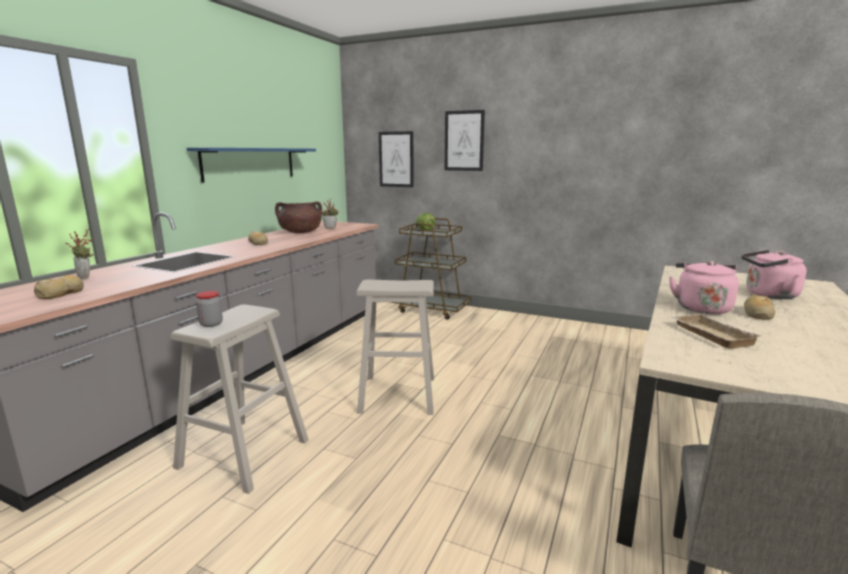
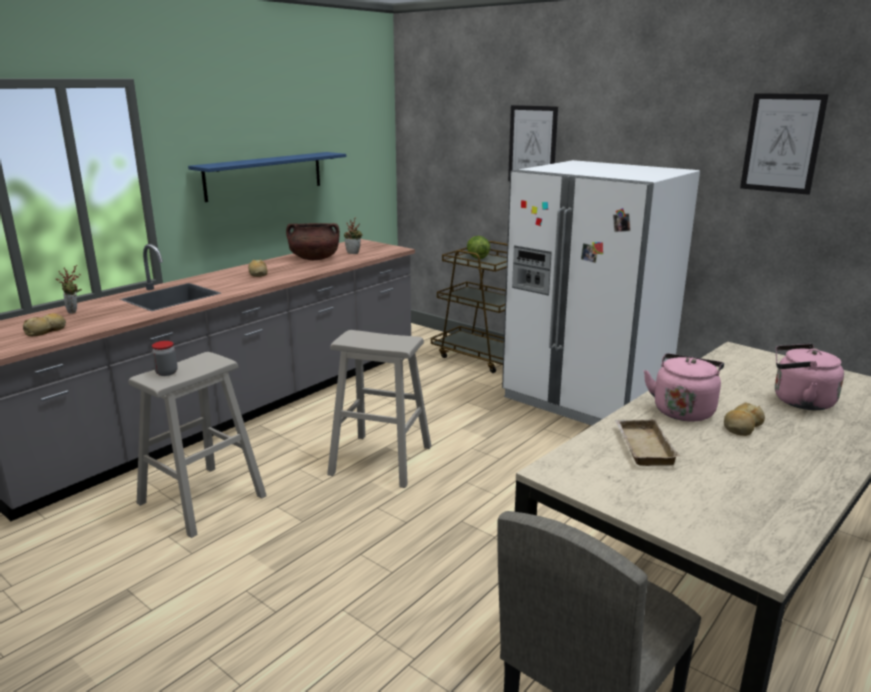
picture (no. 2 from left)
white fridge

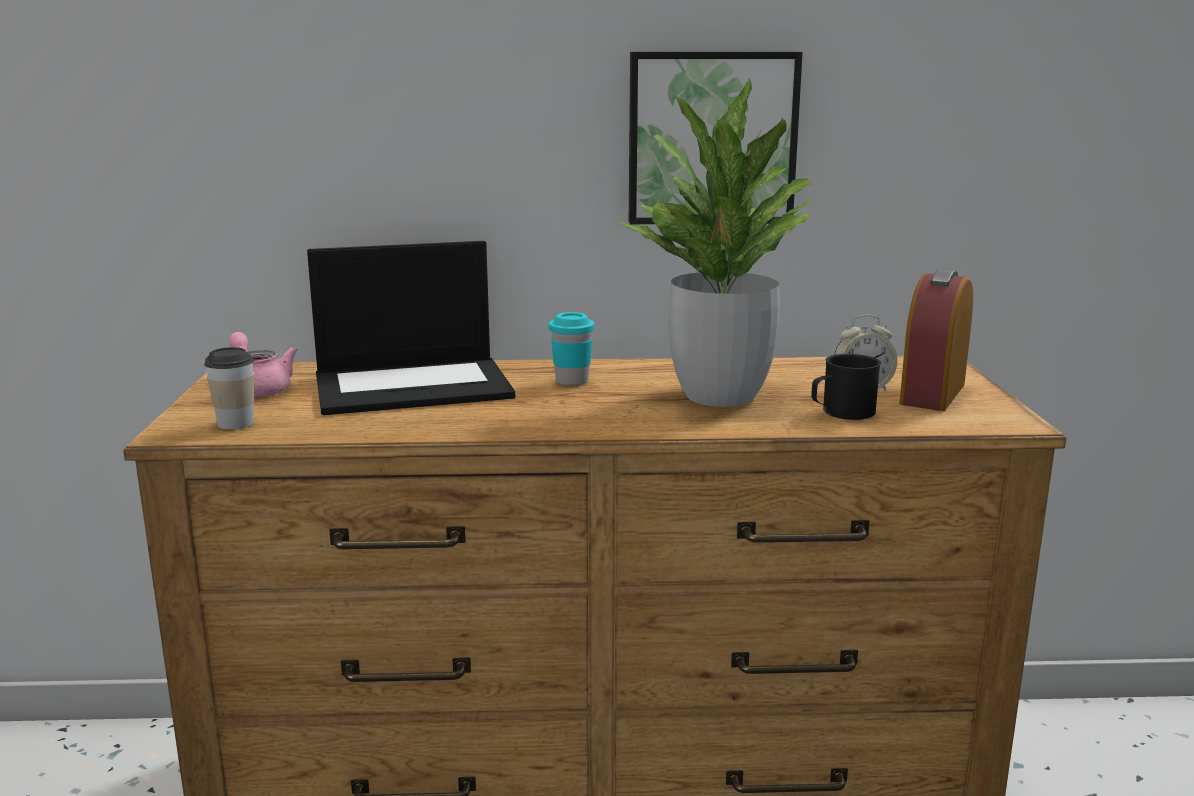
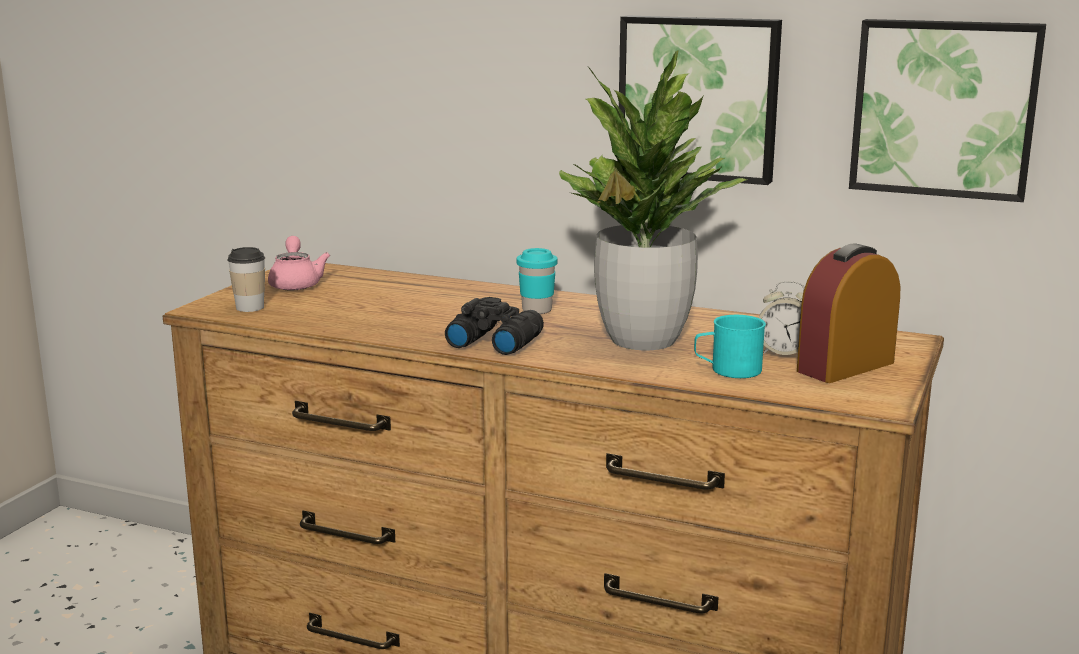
laptop
turquoise tea mug
black-coloured field glasses
picture (no. 2 from left)

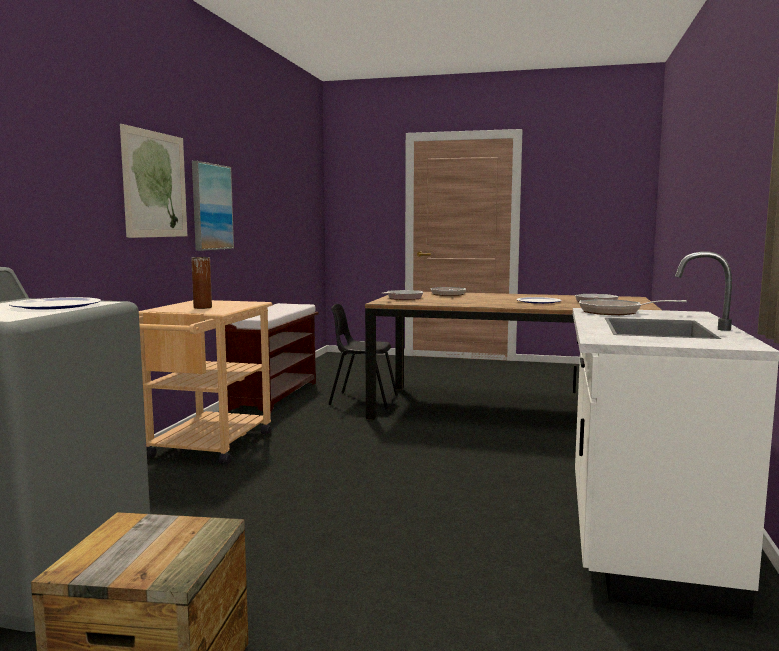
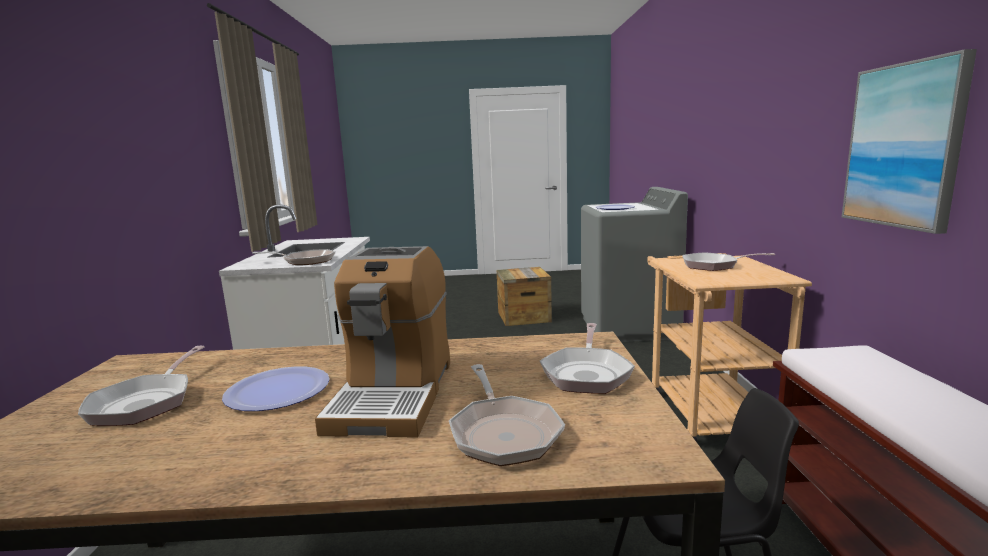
picture (no. 1 from left in the first image)
pan (no. 5 from left)
coffee maker

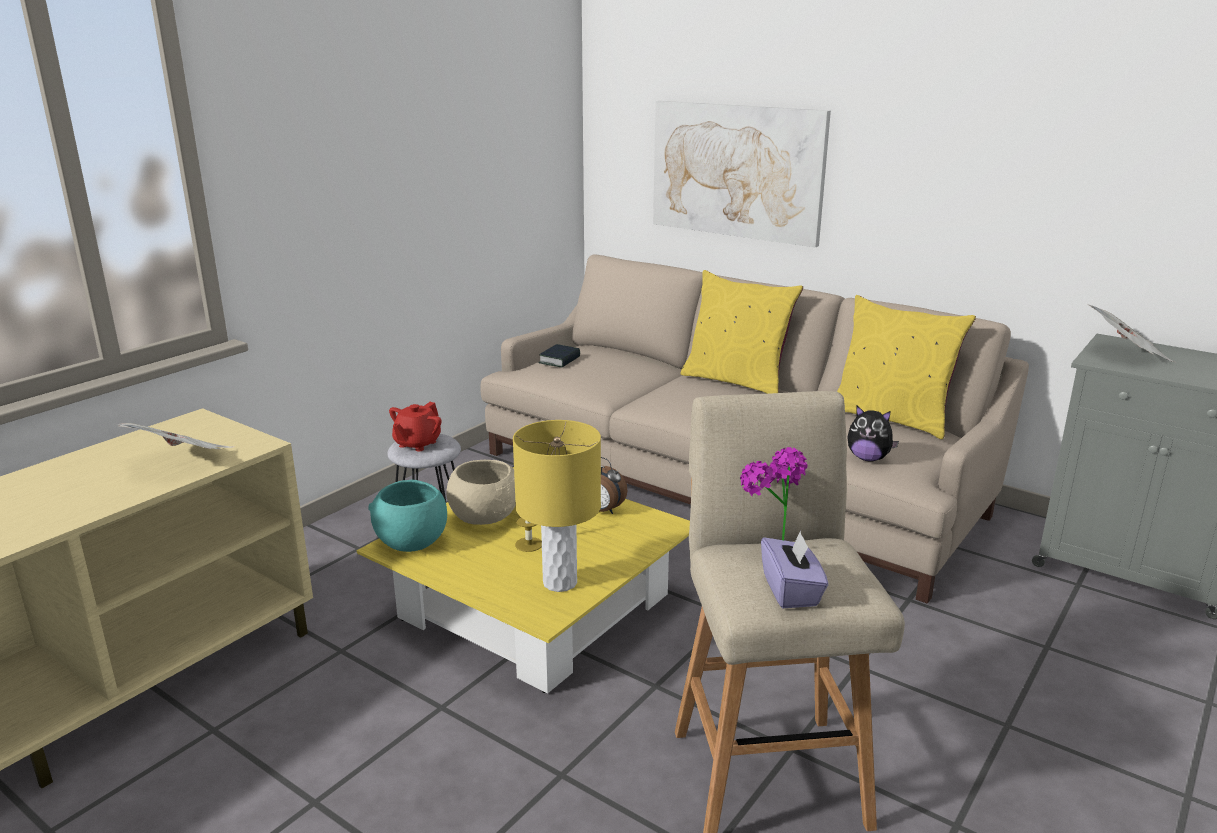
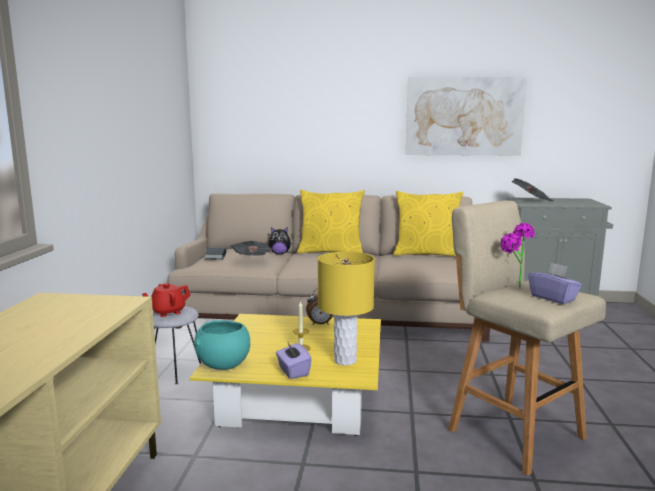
printed paper (no. 1 from left)
reddish tea pot
beige deep dish
picture
soft toy
purplish box of tissues (no. 1 from left)

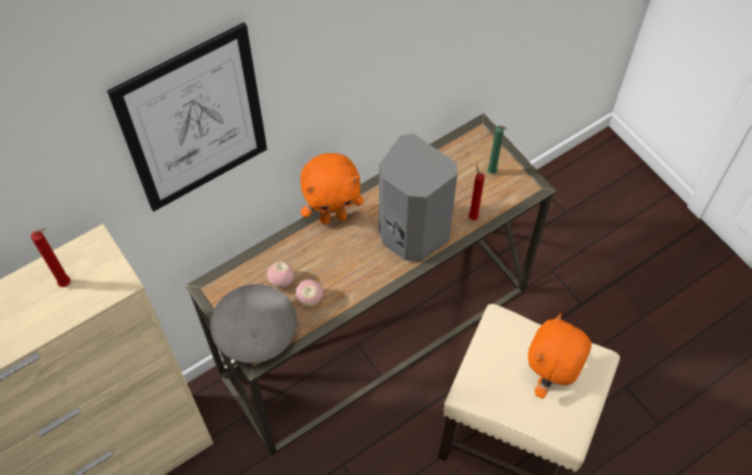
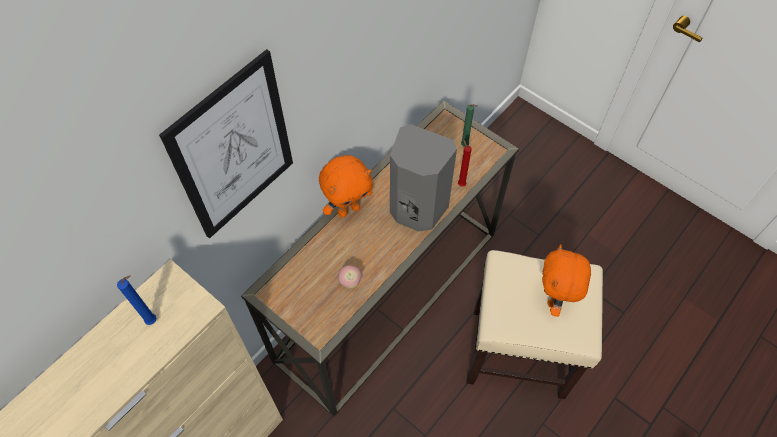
blue-coloured wax candle
gray deep dish
apple fruit (no. 1 from left in the first image)

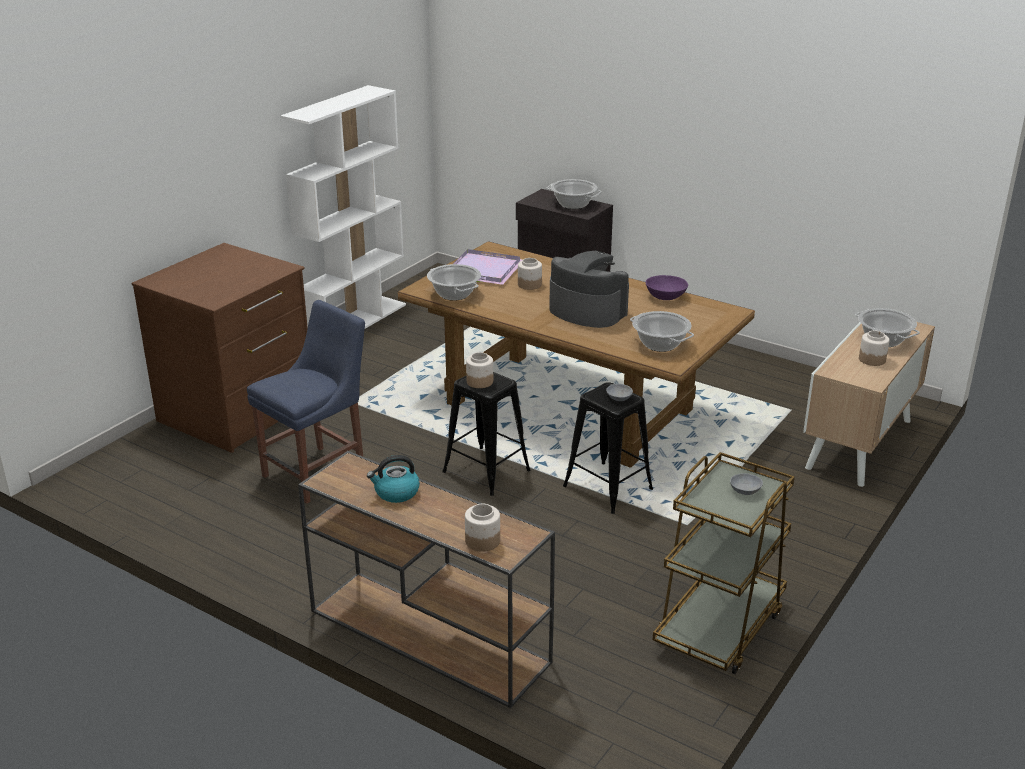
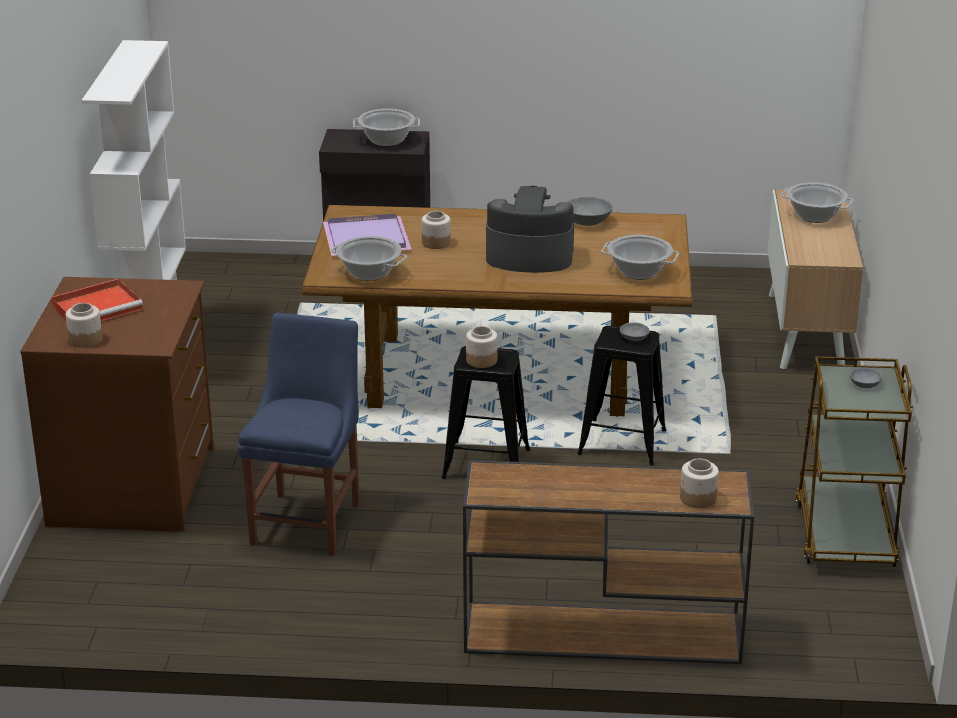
kettle
gray deep dish (no. 1 from left)
jar (no. 1 from left)
reddish tray

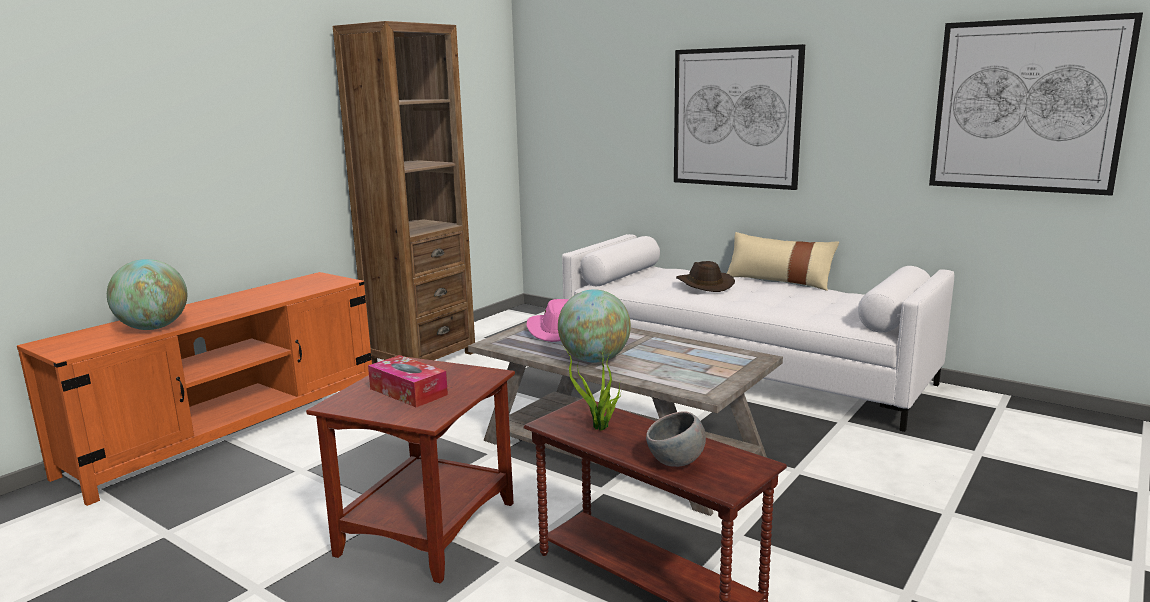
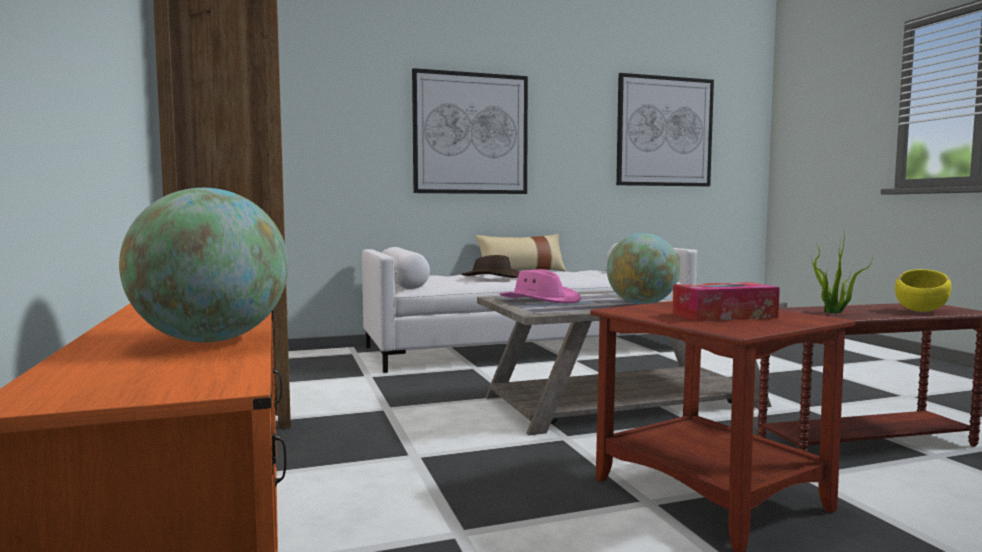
yellow-coloured deep dish

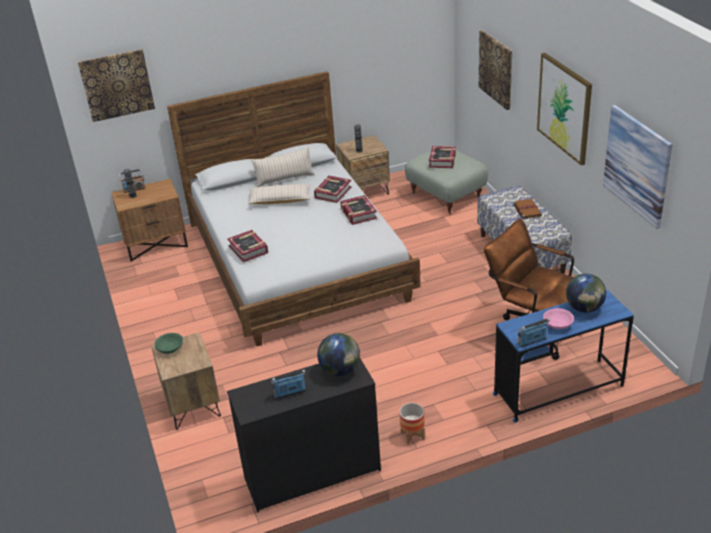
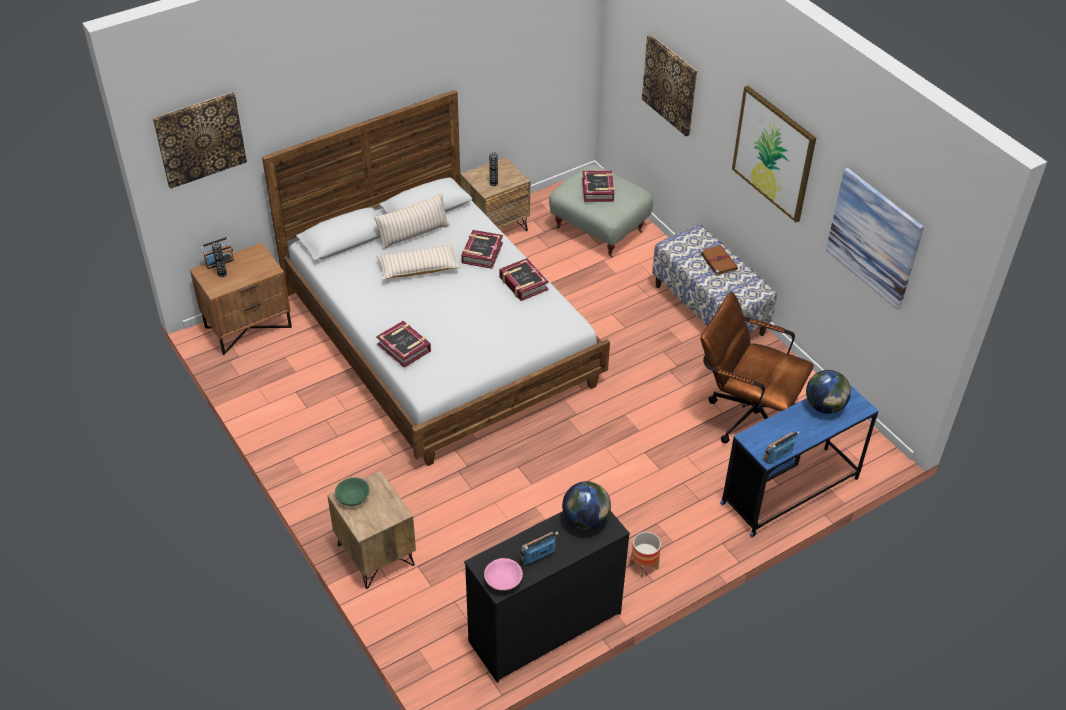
pinkish deep dish

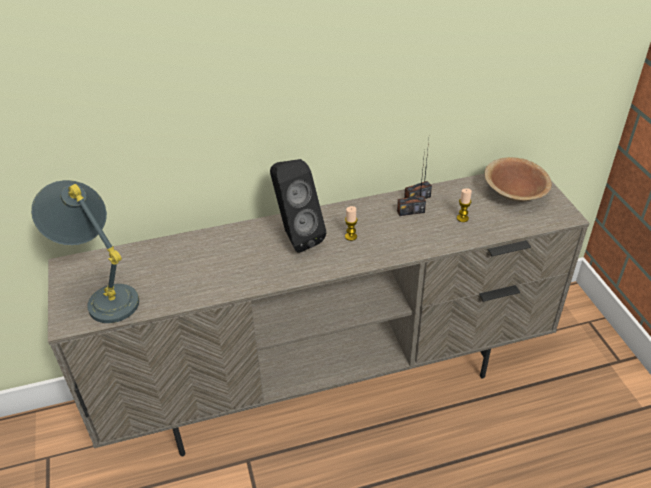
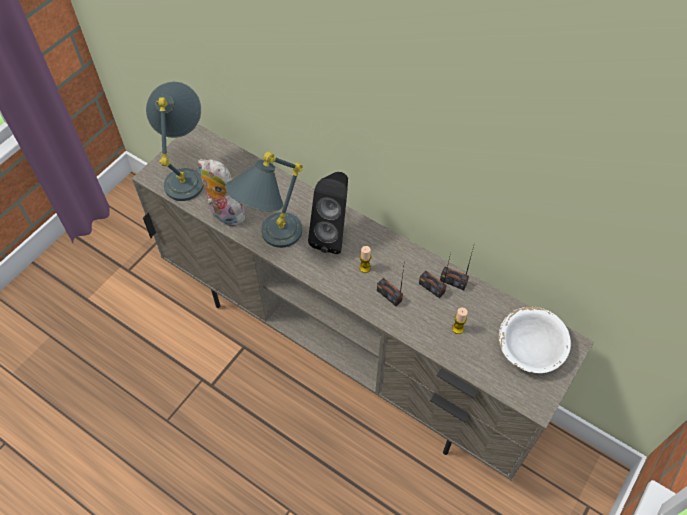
white deep dish
soft toy
gray tabletop lamp (no. 2 from left)
radio (no. 1 from left)

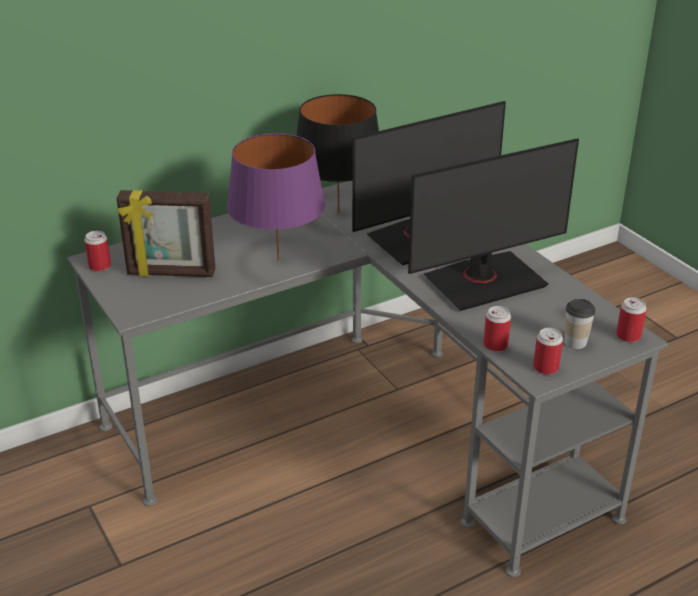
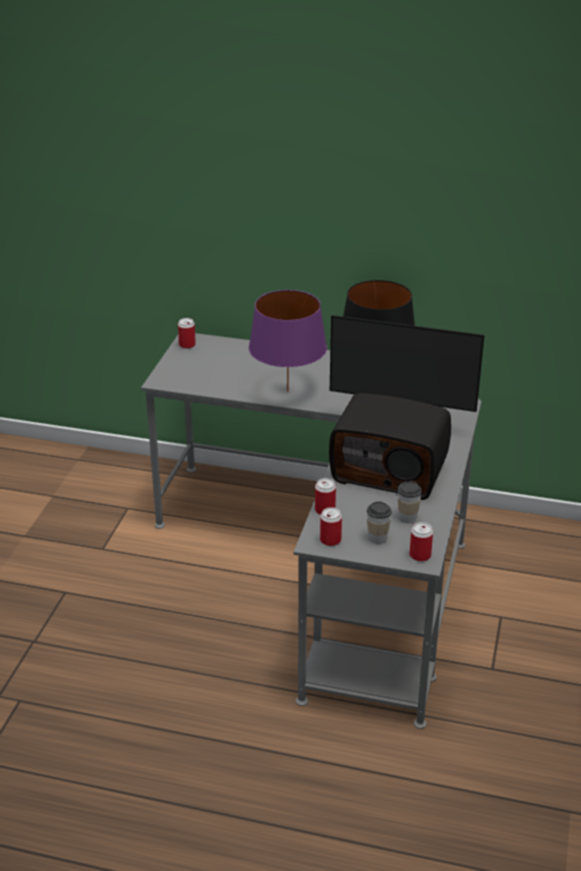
standing frame
radio
cup (no. 2 from left)

